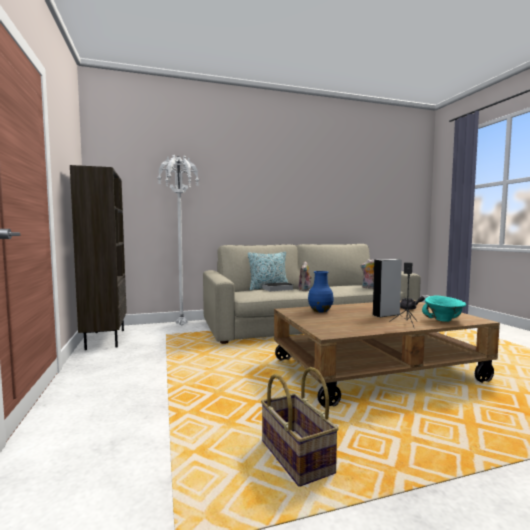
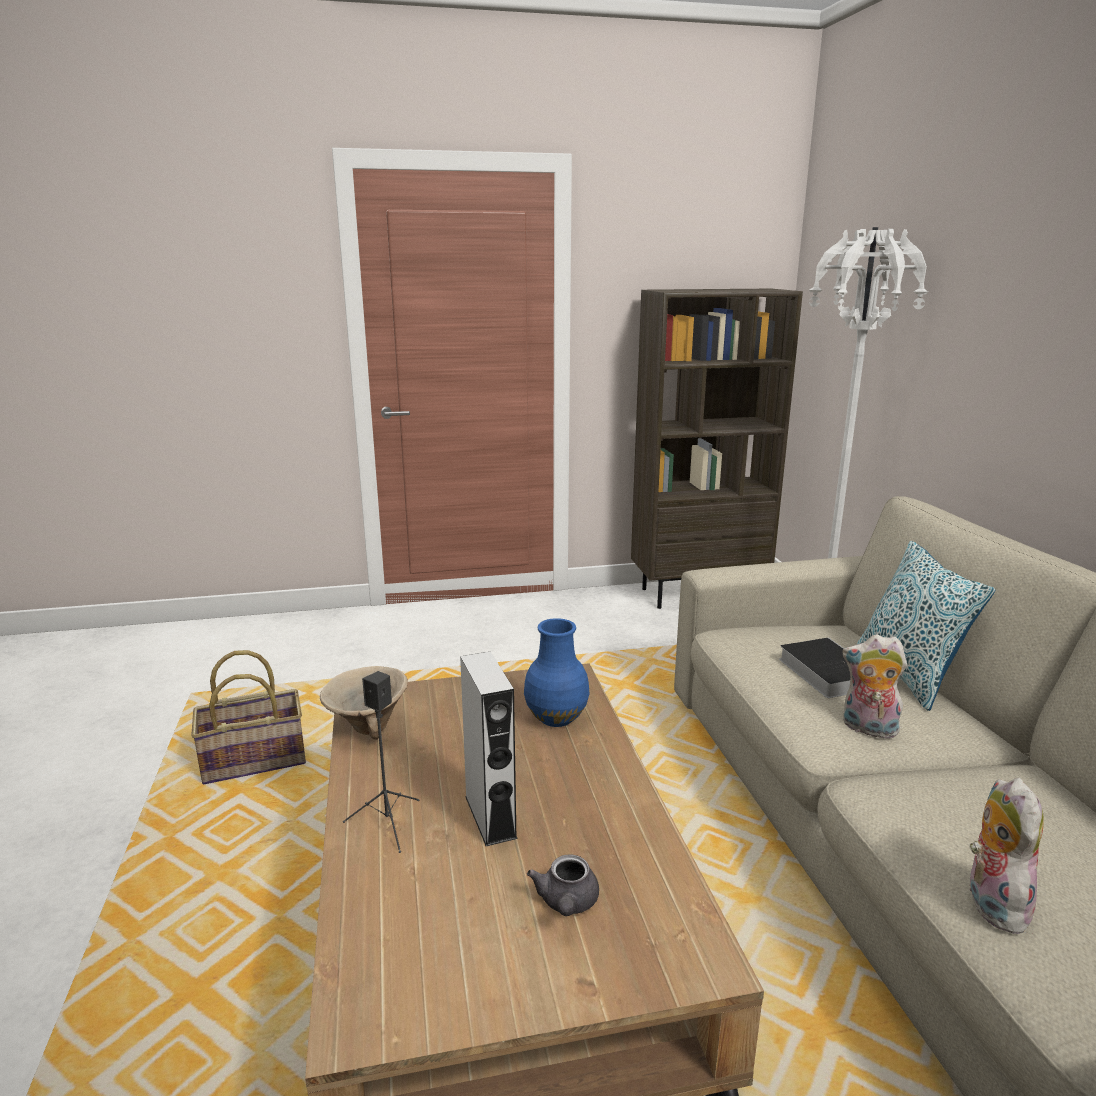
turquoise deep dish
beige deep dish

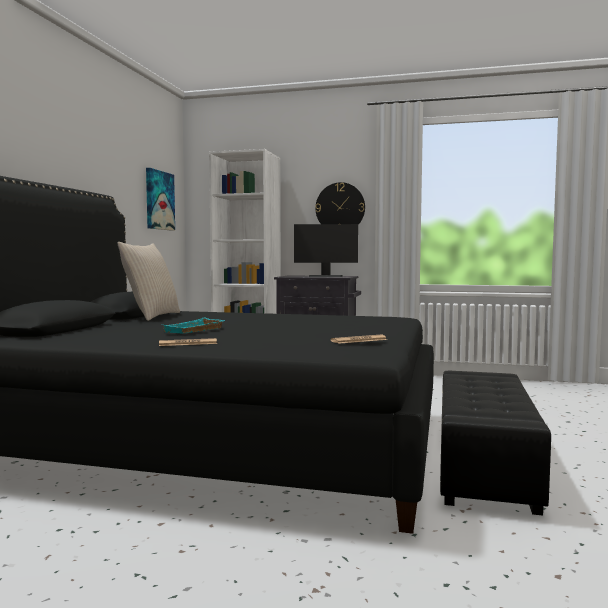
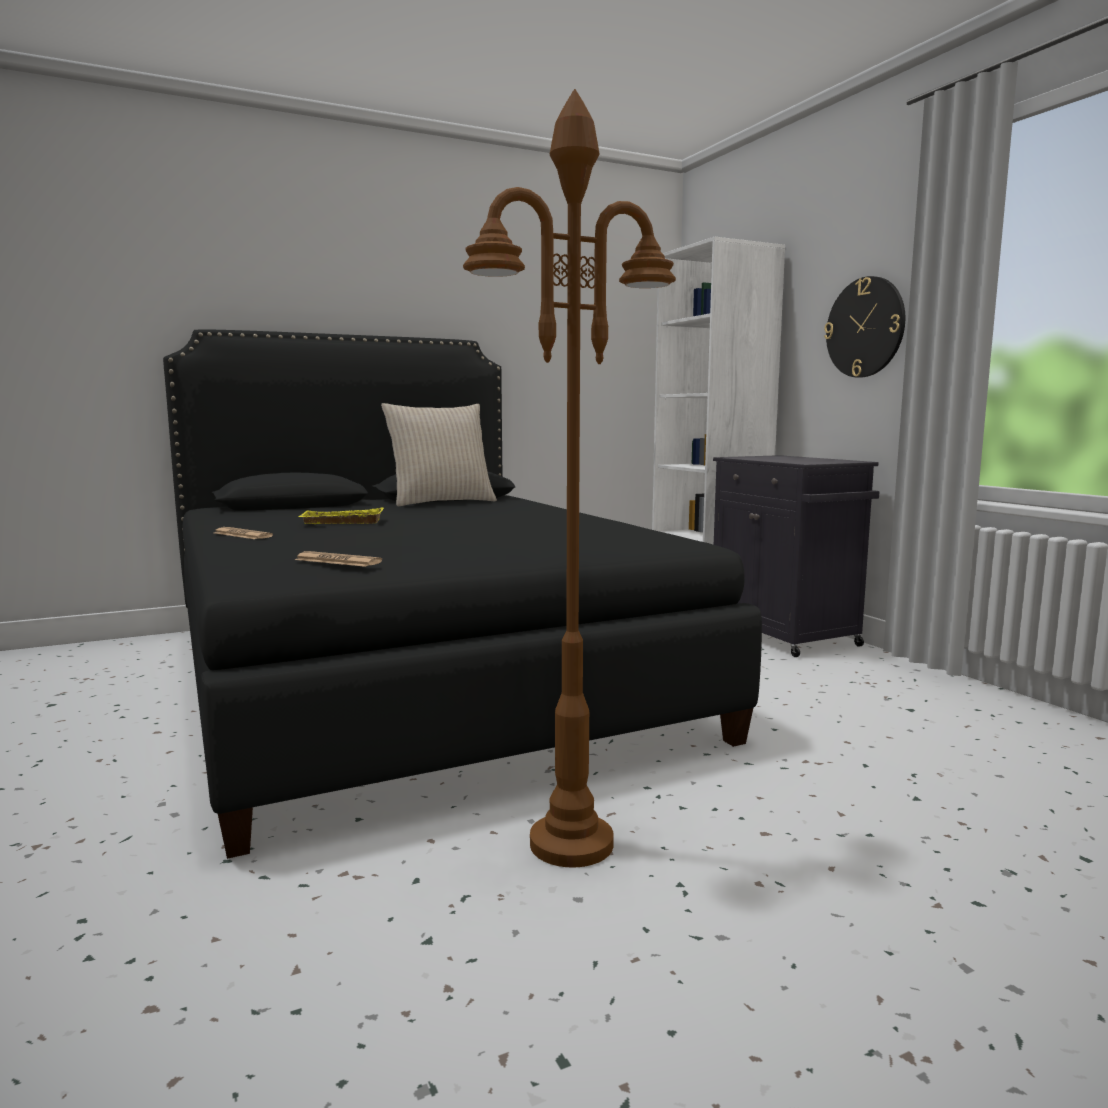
picture
yellow-coloured tray
computer screen
brown floor lamp

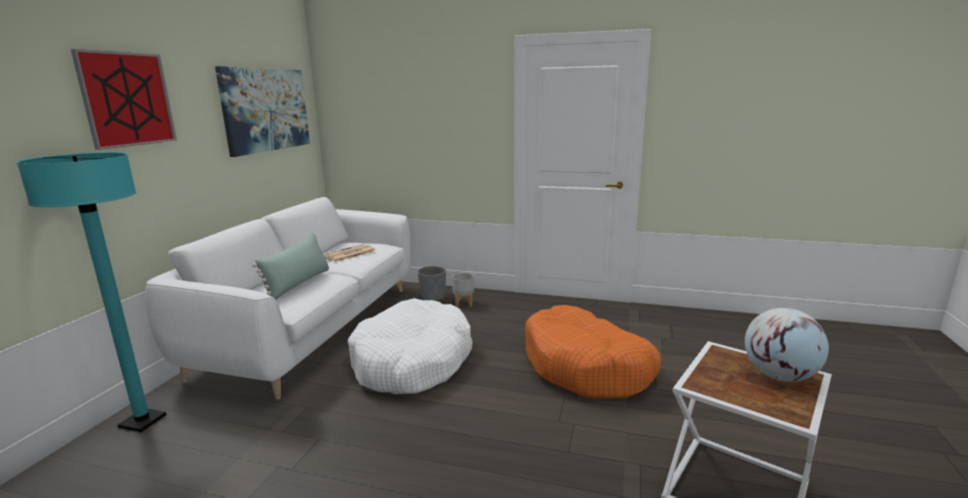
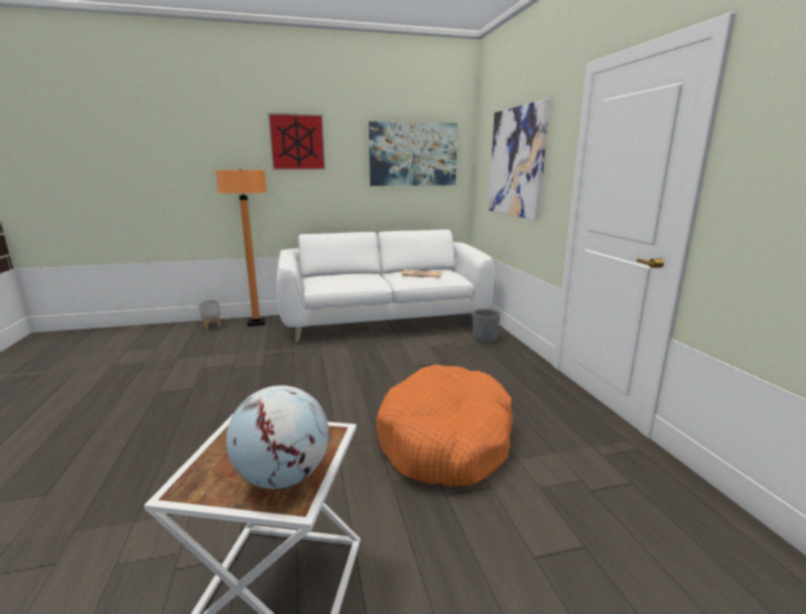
orange-coloured floor lamp
greenish cushion
white dog bed
gray flower pot (no. 1 from left)
picture (no. 3 from left)

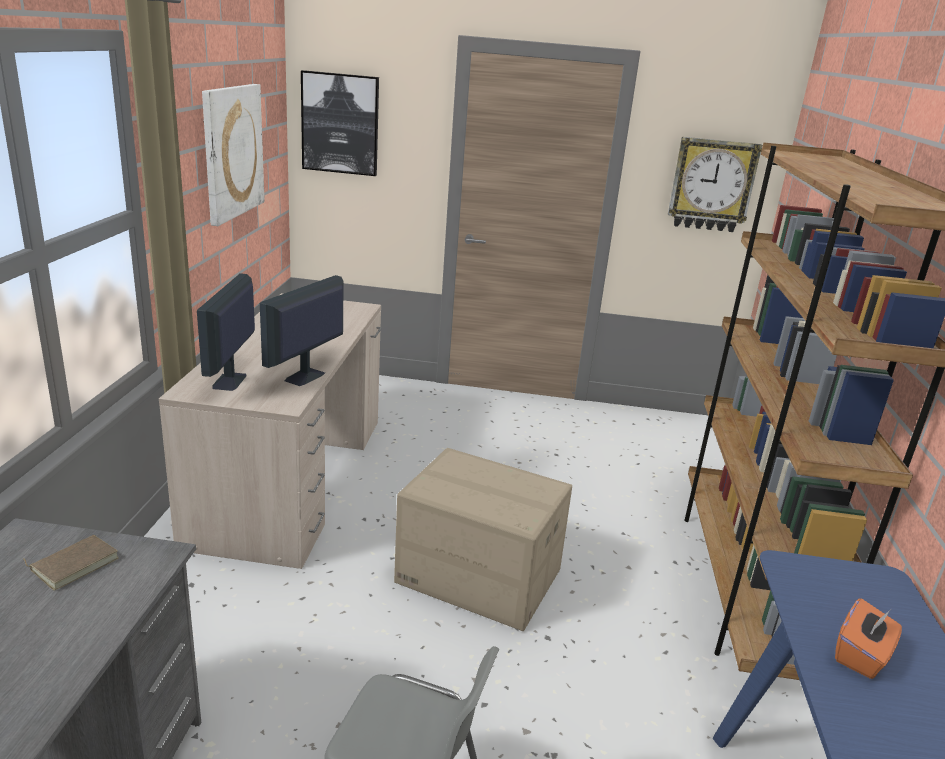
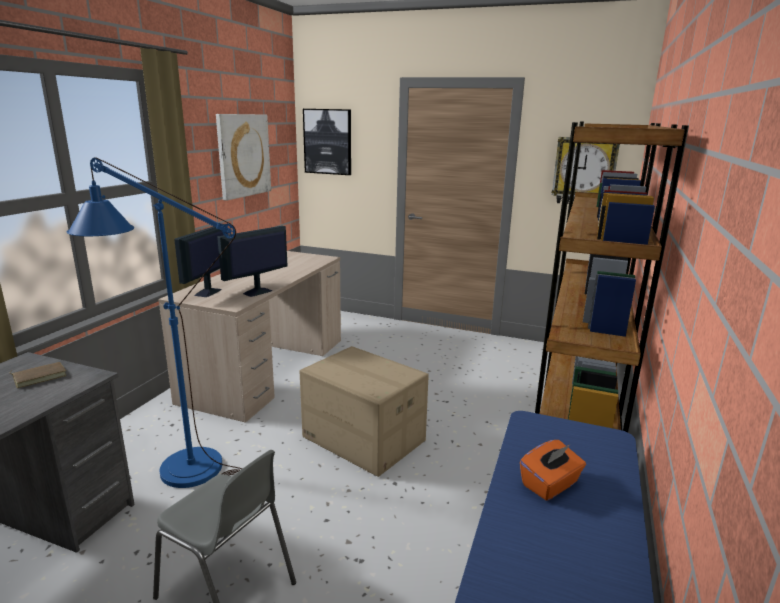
blue-coloured floor lamp

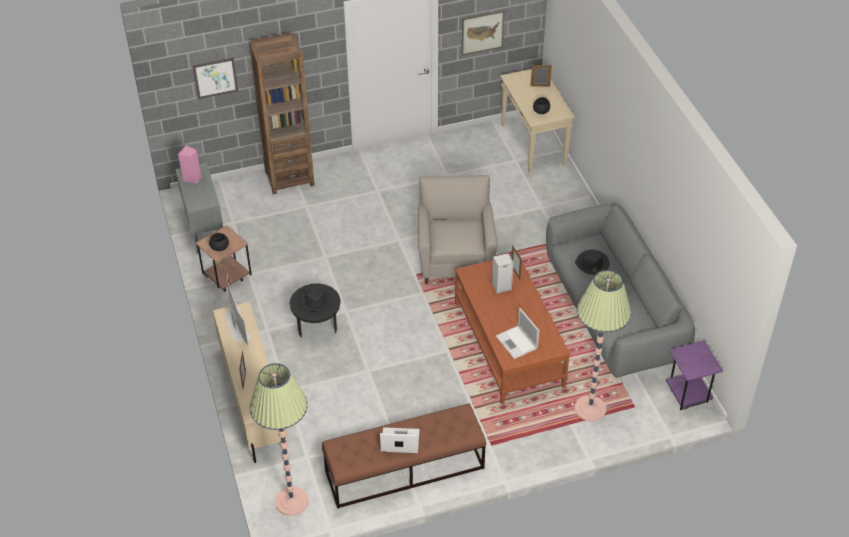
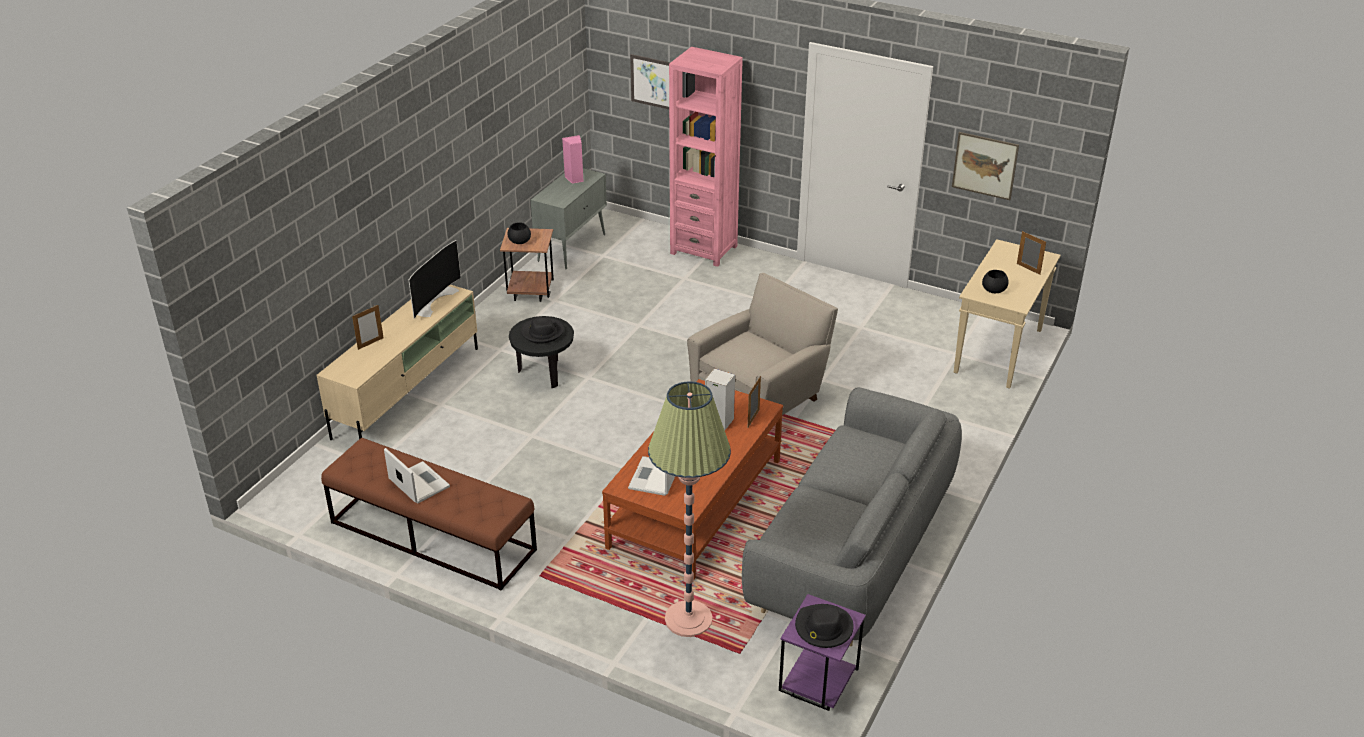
pinkish bookcase
floor lamp (no. 1 from left in the first image)
black-coloured hat (no. 2 from left)

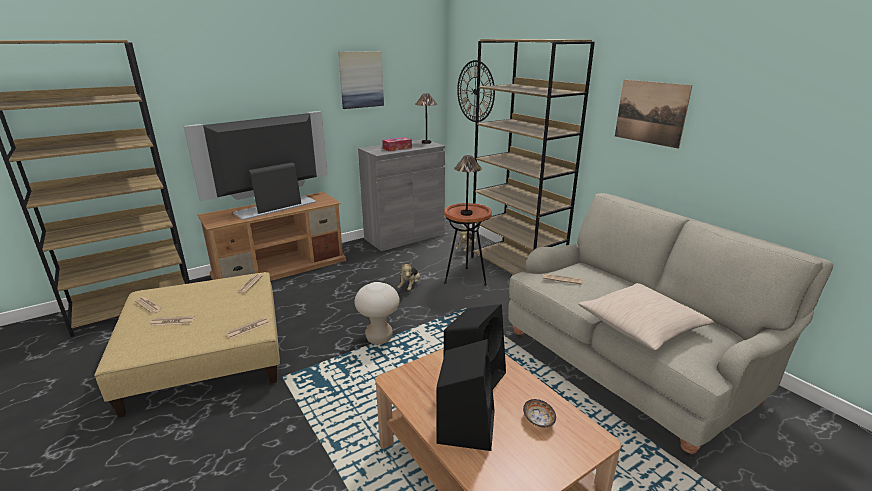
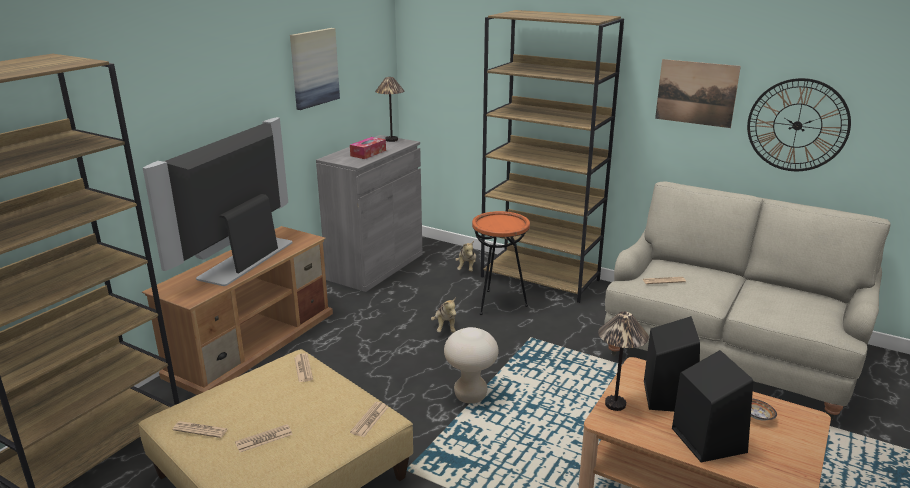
tabletop lamp (no. 2 from left)
hanging clock
beige cushion

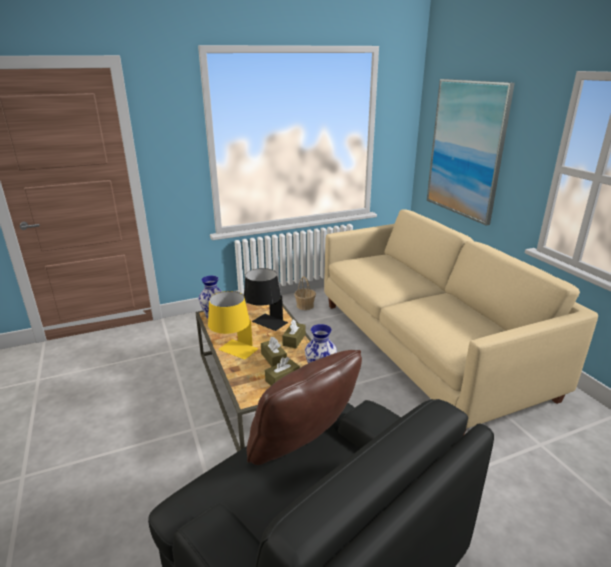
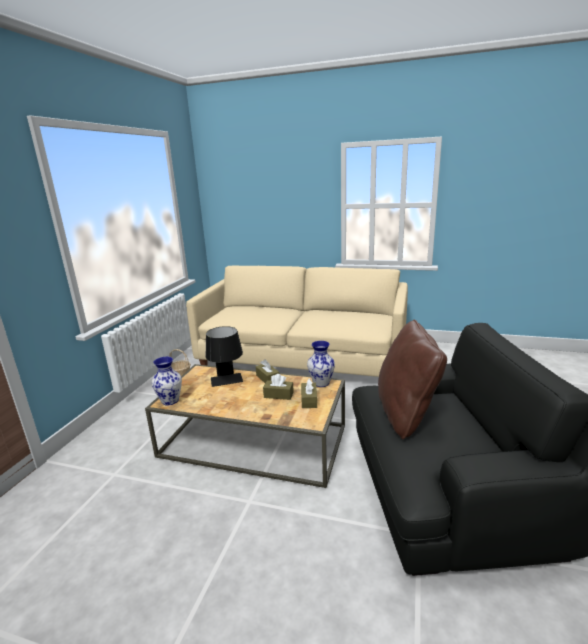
yellow-coloured tabletop lamp
picture

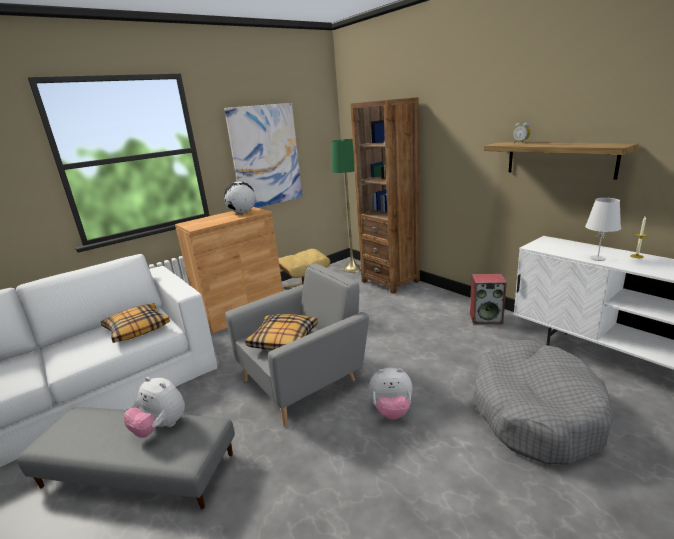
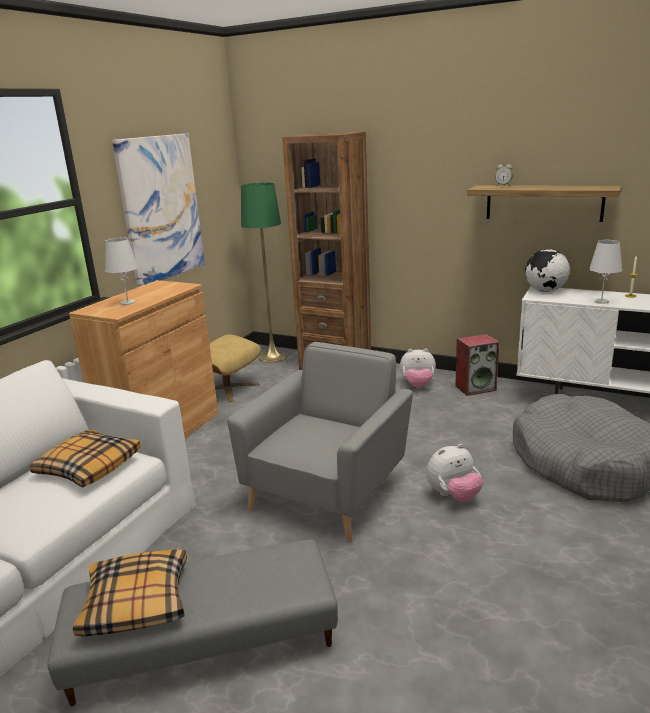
soft toy (no. 1 from left)
globe
cushion (no. 2 from left)
white tabletop lamp (no. 1 from left)

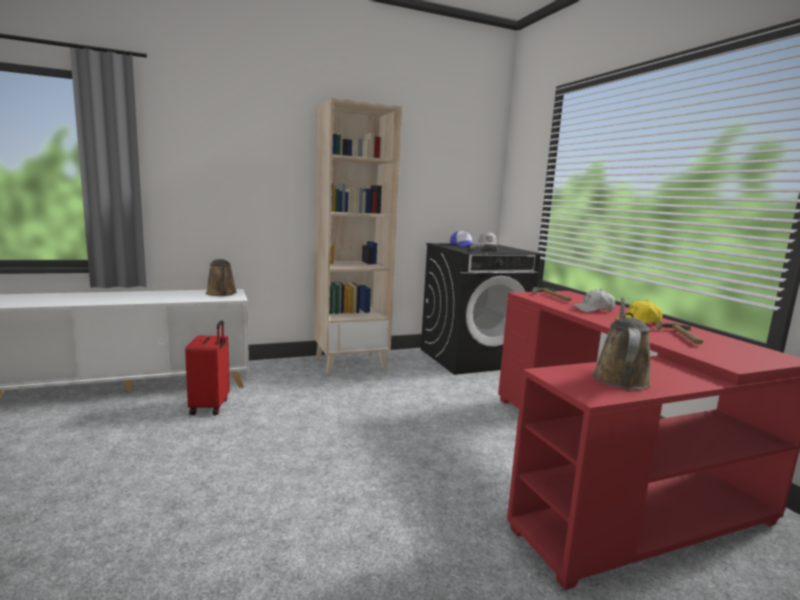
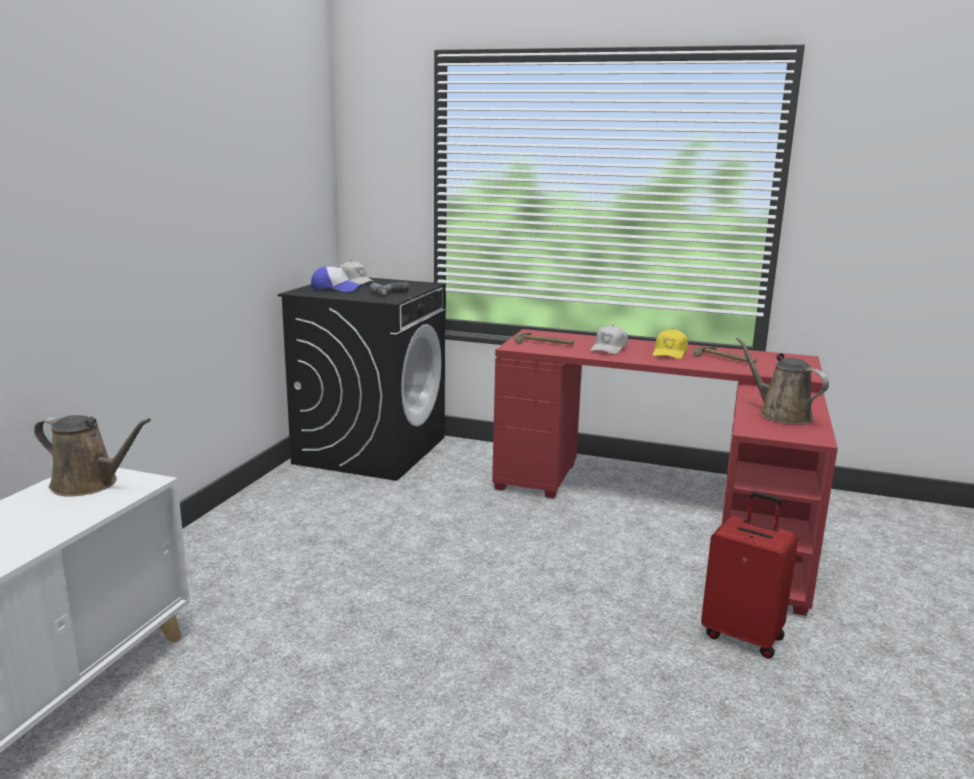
reddish travel case
beige bookcase

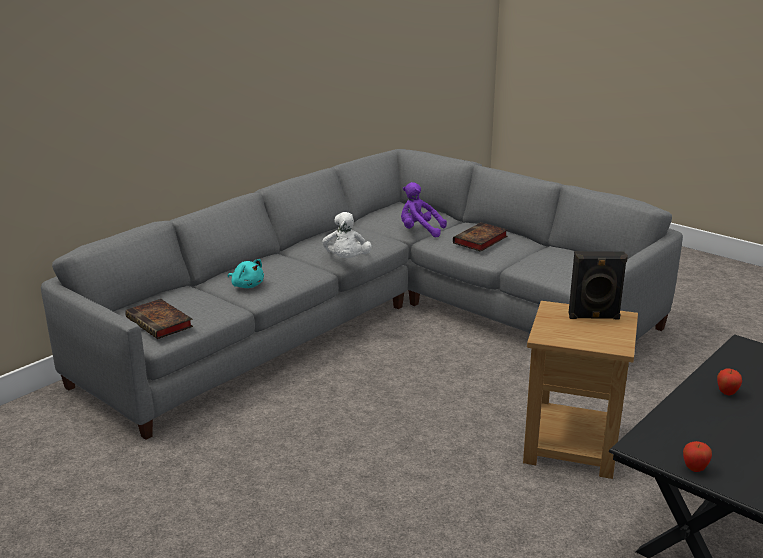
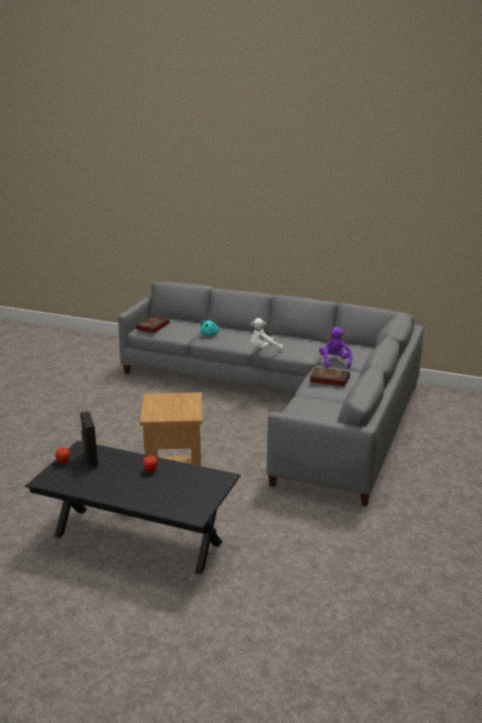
black-coloured audio speaker

